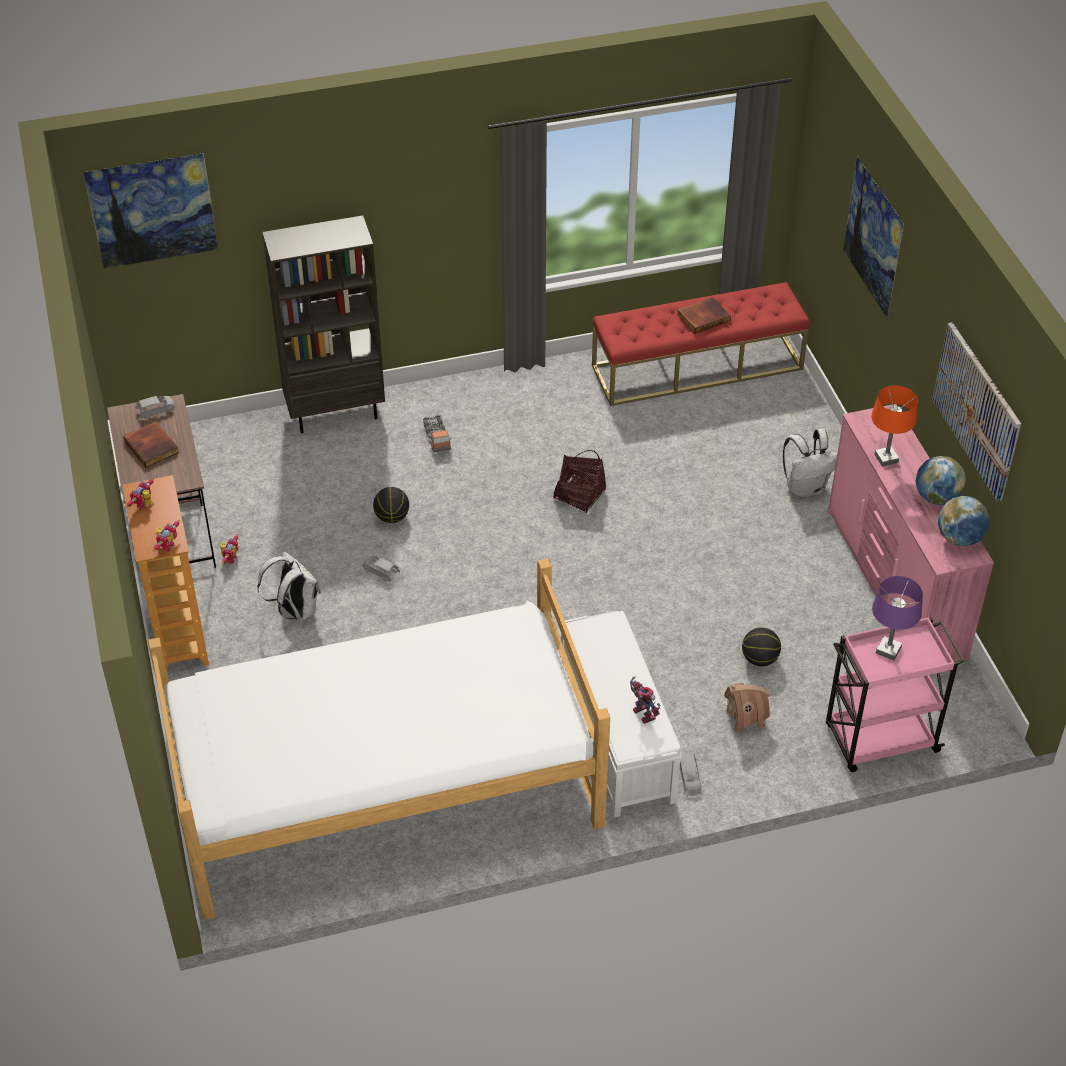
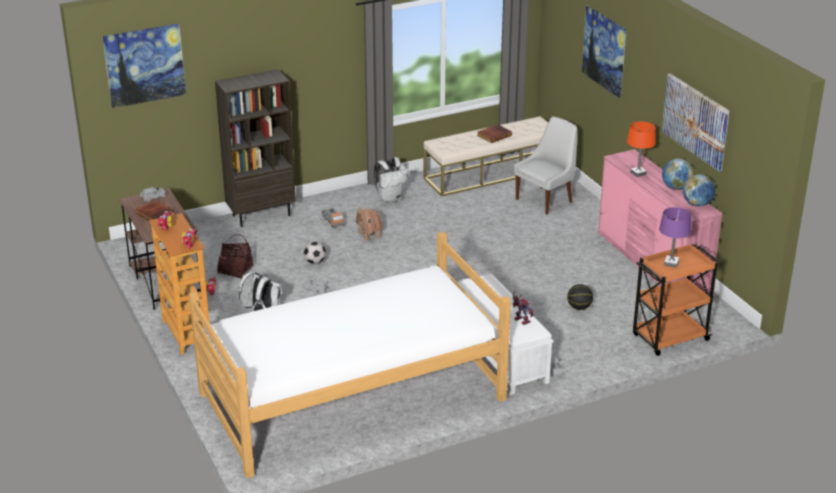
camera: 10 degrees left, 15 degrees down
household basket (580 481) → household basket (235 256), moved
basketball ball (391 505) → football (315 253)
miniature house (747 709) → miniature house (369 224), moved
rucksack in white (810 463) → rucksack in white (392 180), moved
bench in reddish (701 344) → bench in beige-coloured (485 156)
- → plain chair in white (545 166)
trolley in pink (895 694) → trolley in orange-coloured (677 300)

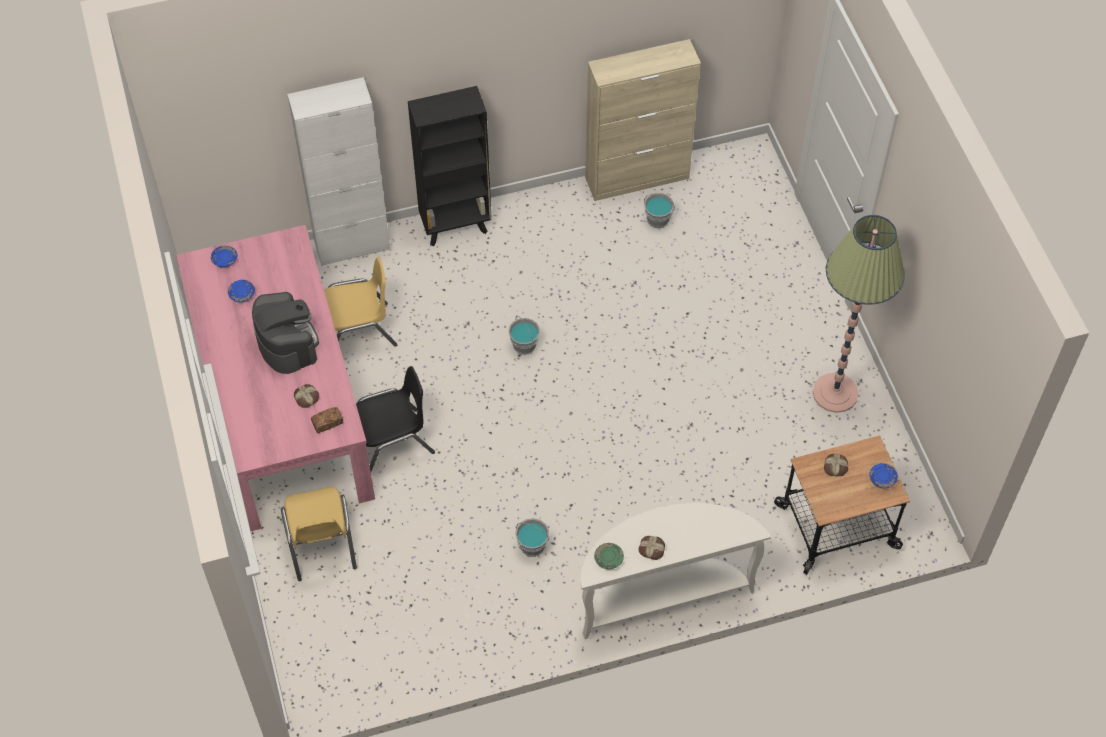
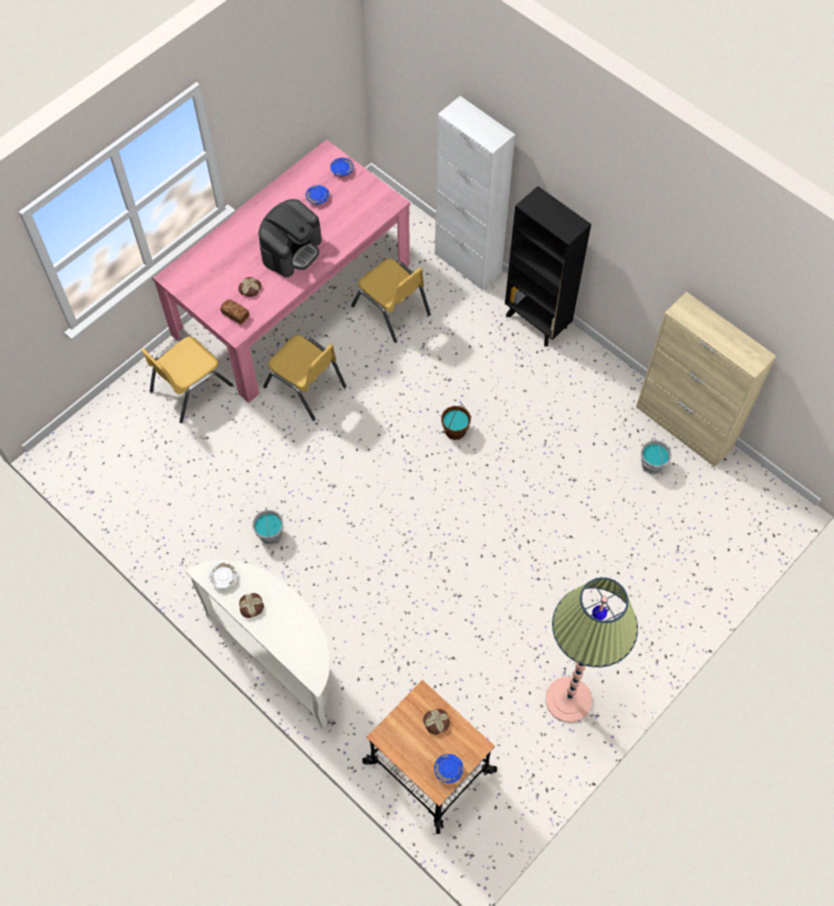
camera: 60 degrees right, 5 degrees up
dinner plate in green-coloured (609 556) → dinner plate in white (223 576)
plain chair in black-coloured (395 418) → plain chair in yellow-coloured (305 378)
bucket in greyish (524 335) → bucket in brown-coloured (456 422)

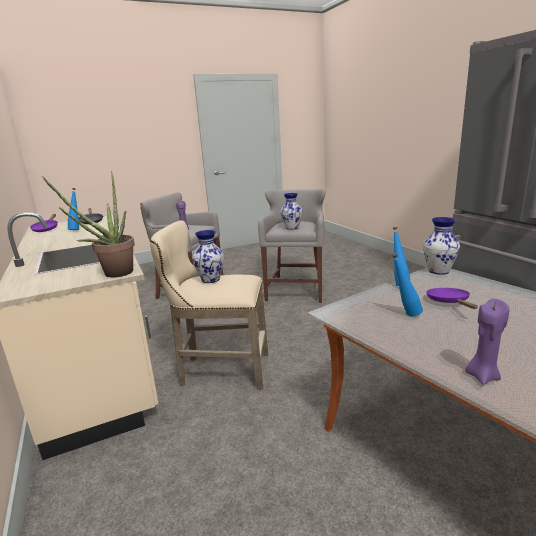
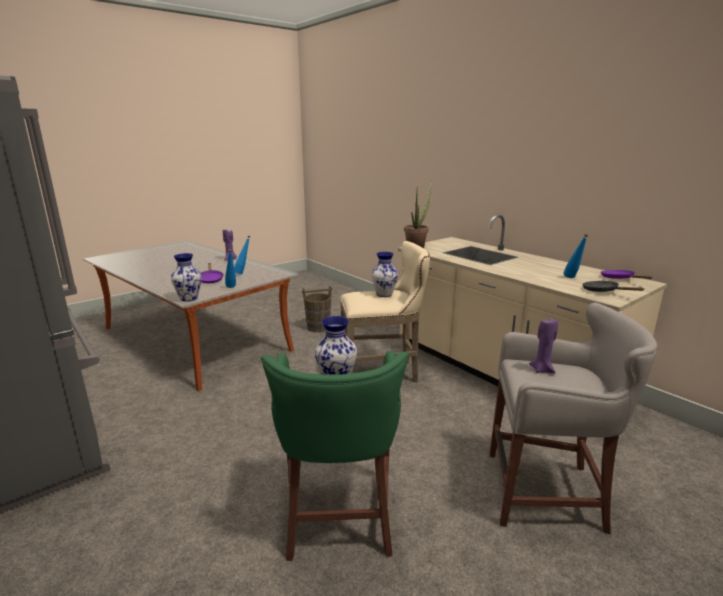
camera: 165 degrees right, 0 degrees up
sitting stool in greyish (292 245) → sitting stool in green-coloured (335 456)
- → bucket in brown-coloured (317 308)

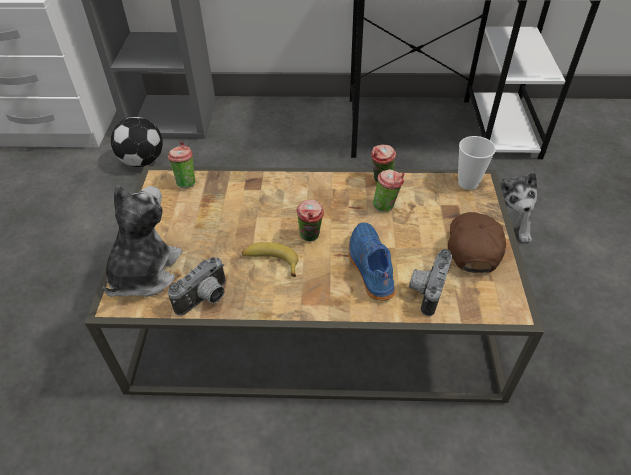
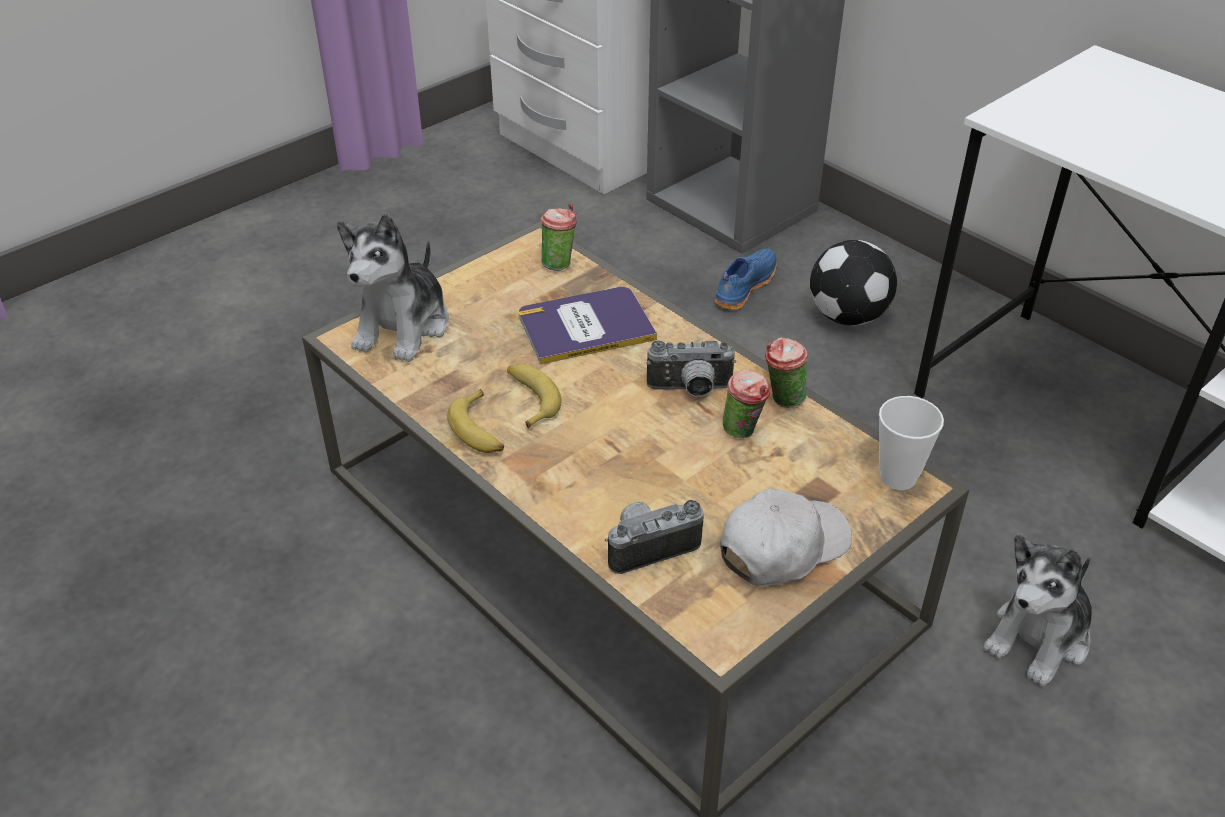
camera: 45 degrees right, 5 degrees down
cuddly toy (143 241) → cuddly toy (393 288), 135 degrees clockwise
- → banana fruit (475 421)
- → volume (588 325)
still camera (197 286) → still camera (691 369), moved
item of footwear in blue-coloured (372 262) → item of footwear in blue-coloured (745 279), moved
cap in brown-coloured (477 242) → cap in white (786 537)
football (137 142) → football (853 283), moved
cup (310 221) → -

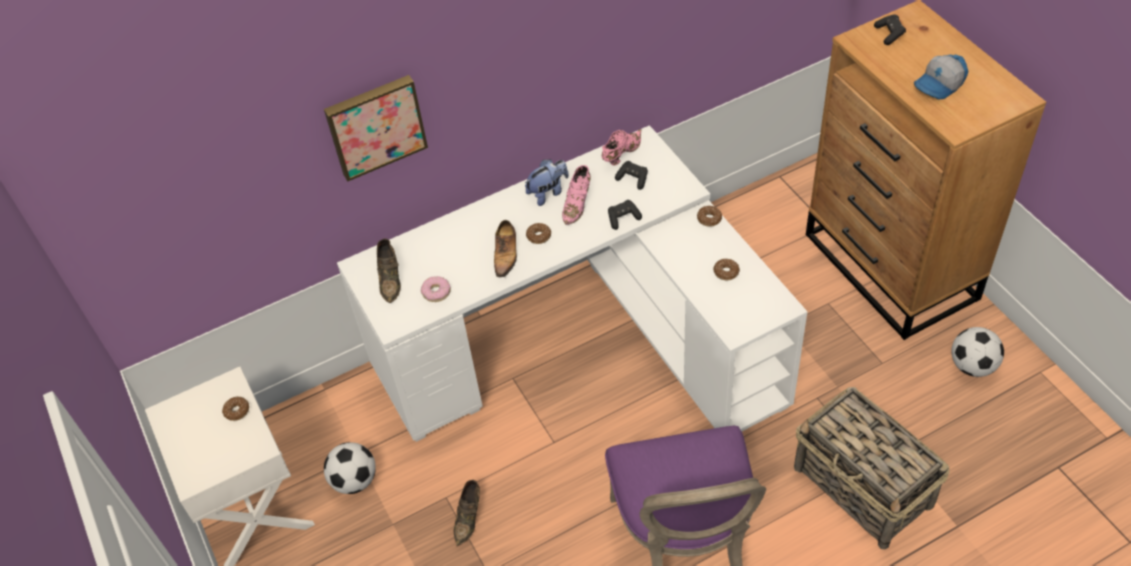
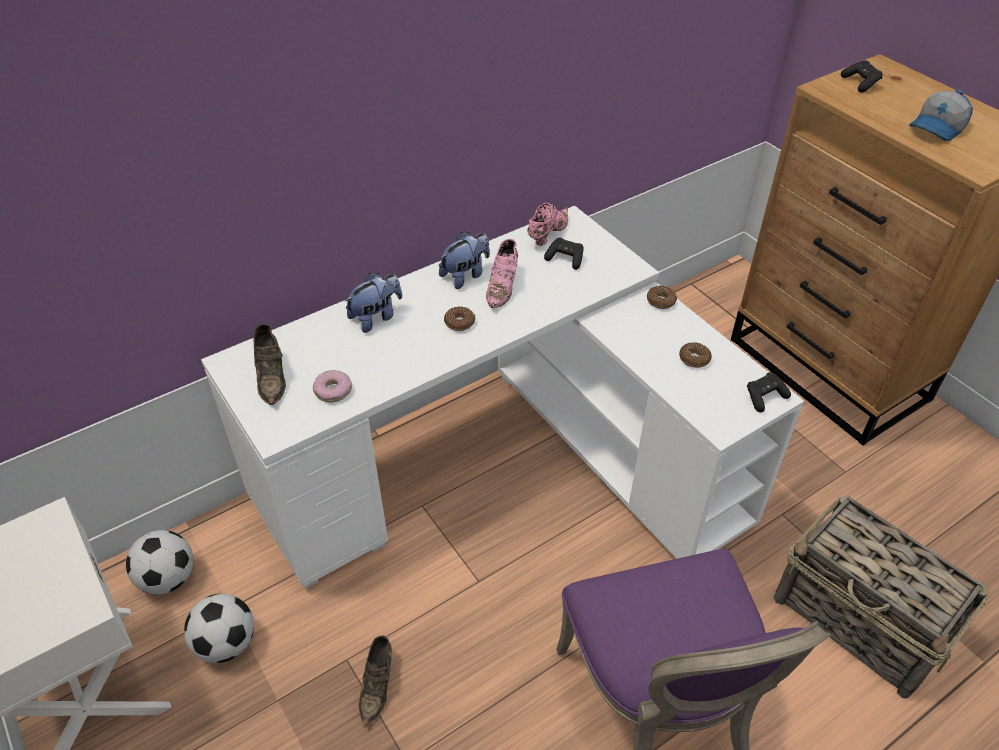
camera: 10 degrees left, 5 degrees down
football (977 352) → football (159 562), moved
- → cuddly toy (373 303)
joypad in black-coloured (625 215) → joypad in black-coloured (769 392), moved
donut (235 408) → -
wall picture (376 128) → -
item of footwear (505 248) → -

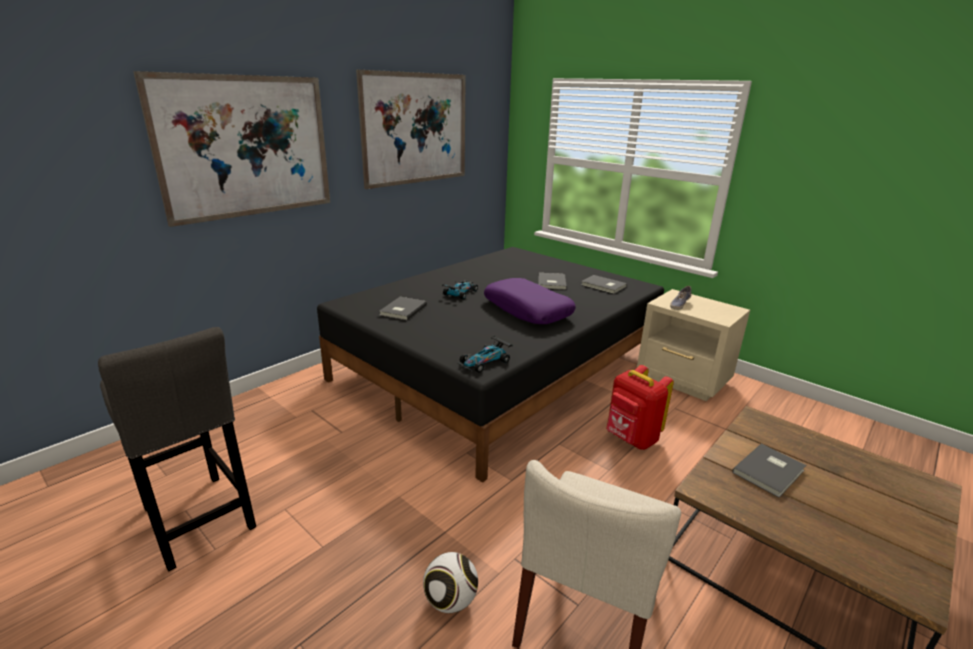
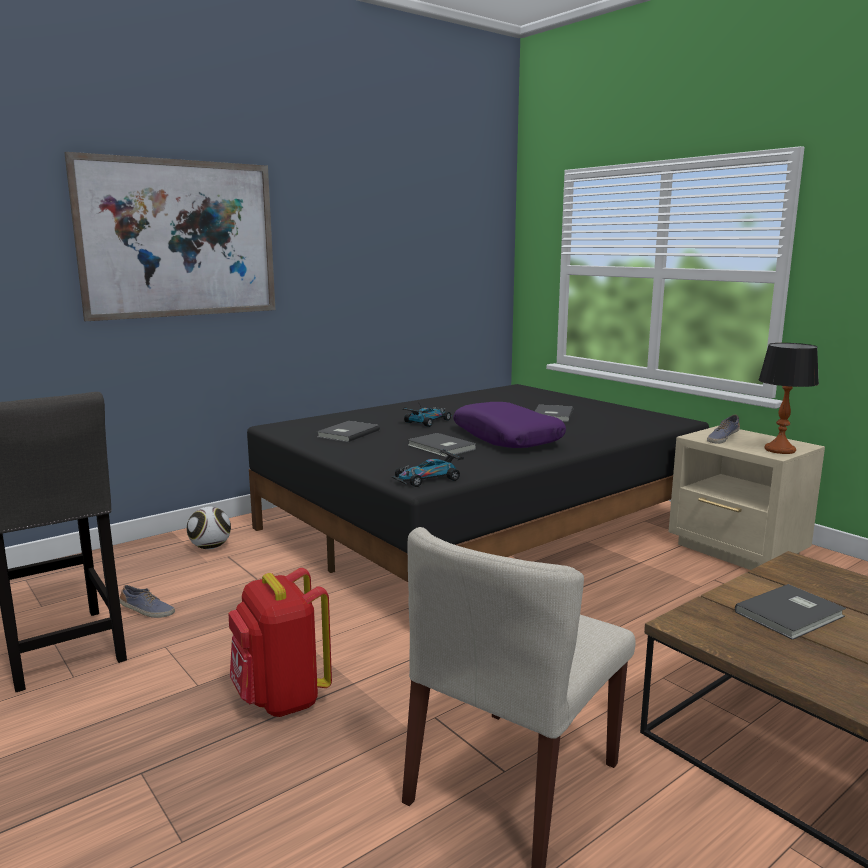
camera: 10 degrees right, 10 degrees down
- → item of footwear (147 601)
football (450 582) → football (209 528), moved
rucksack in reddish (640 407) → rucksack in reddish (280 642), moved
volume in greyish (604 284) → volume in greyish (442 445), moved
- → tabletop lamp (789 398)
wall picture (411 129) → -

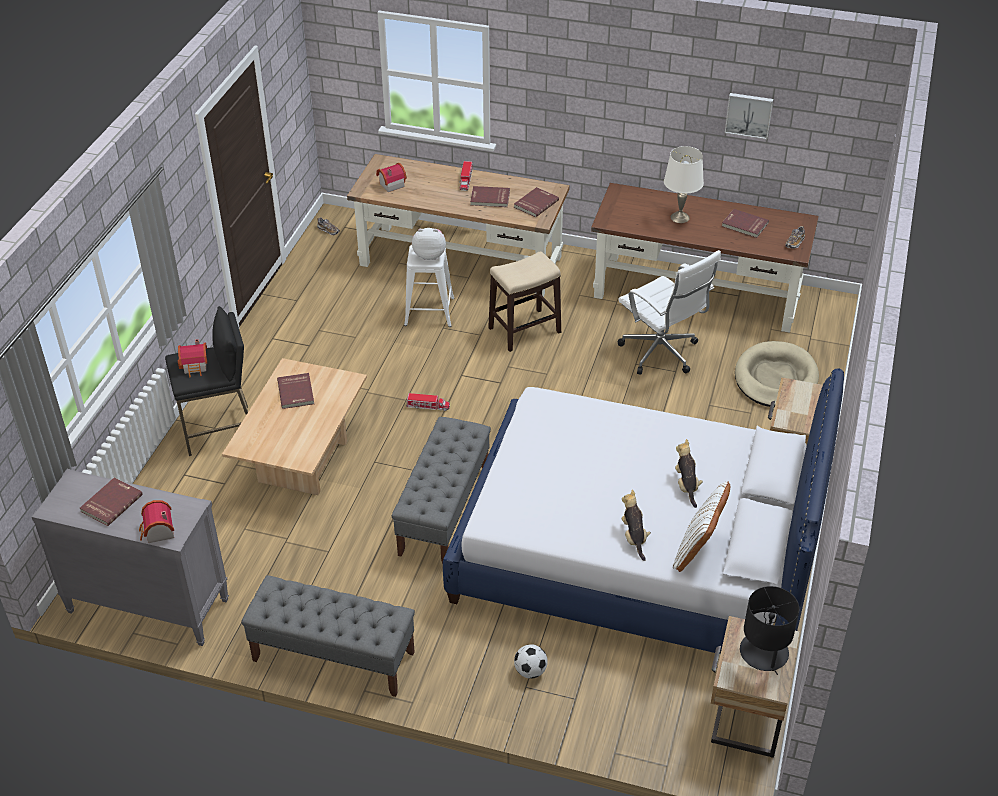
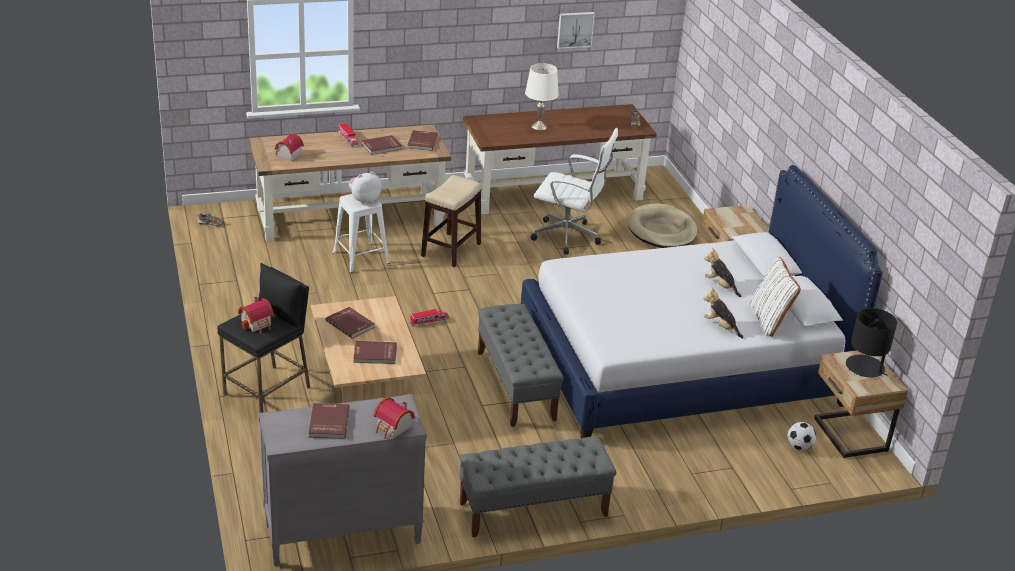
camera: 35 degrees left, 10 degrees down
volume in reddish (745 223) → volume in reddish (375 352), moved
football (531 661) → football (801 436), moved

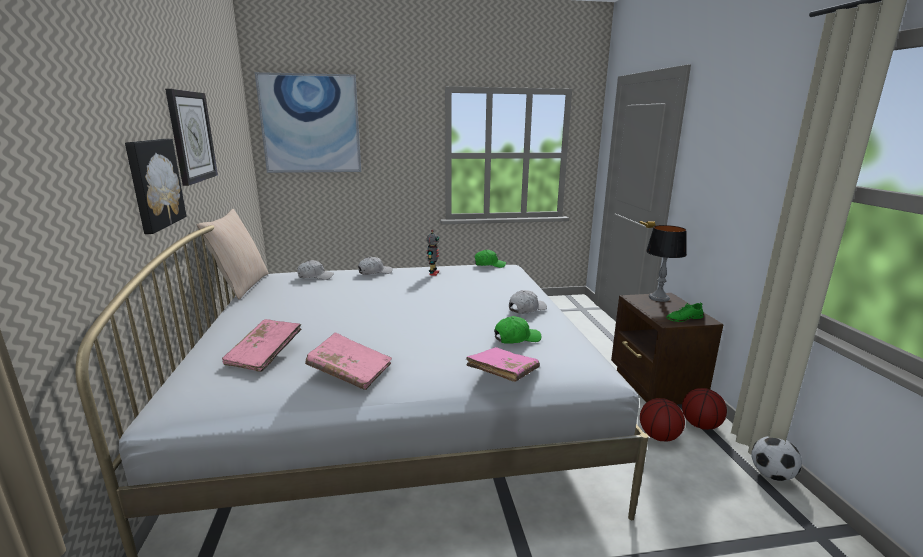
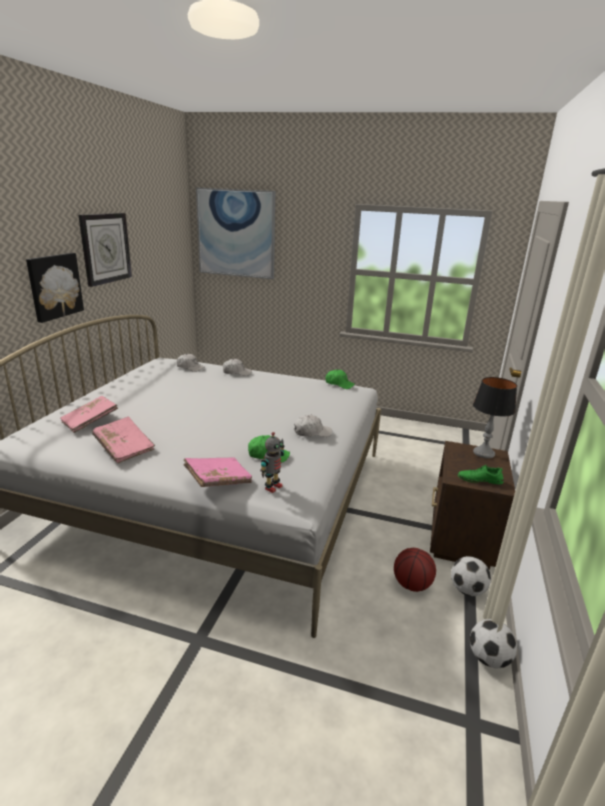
camera: 25 degrees right, 5 degrees up
toy robot (432 253) → toy robot (272 462), moved
basketball ball (704 409) → football (471 576)
cushion in beige-coloured (232 254) → -

